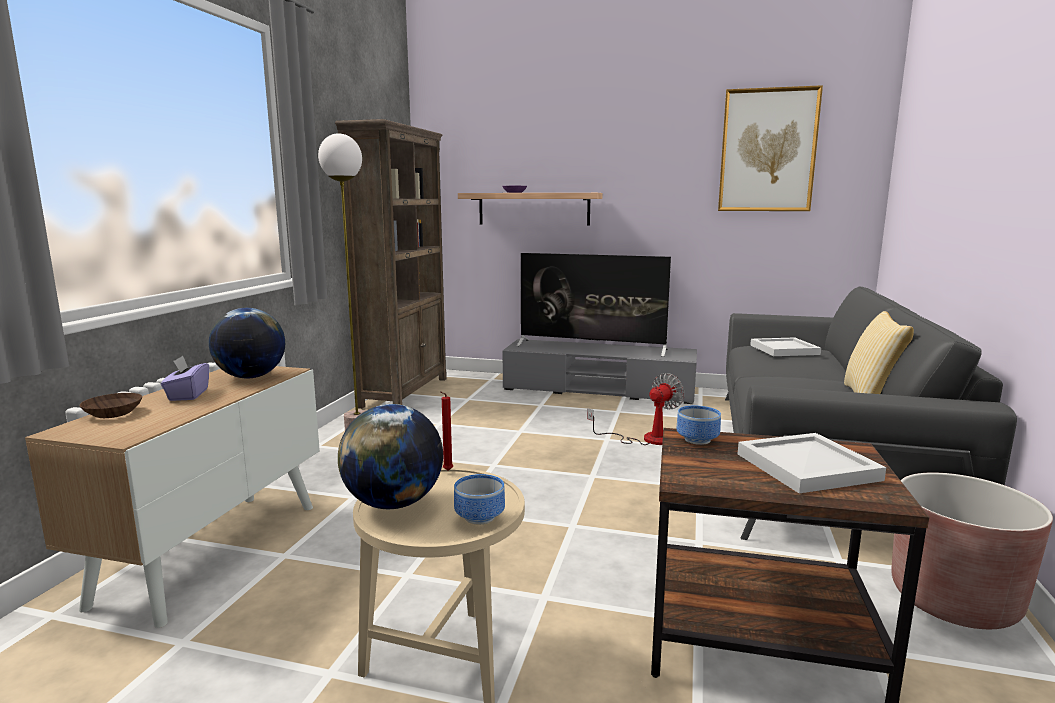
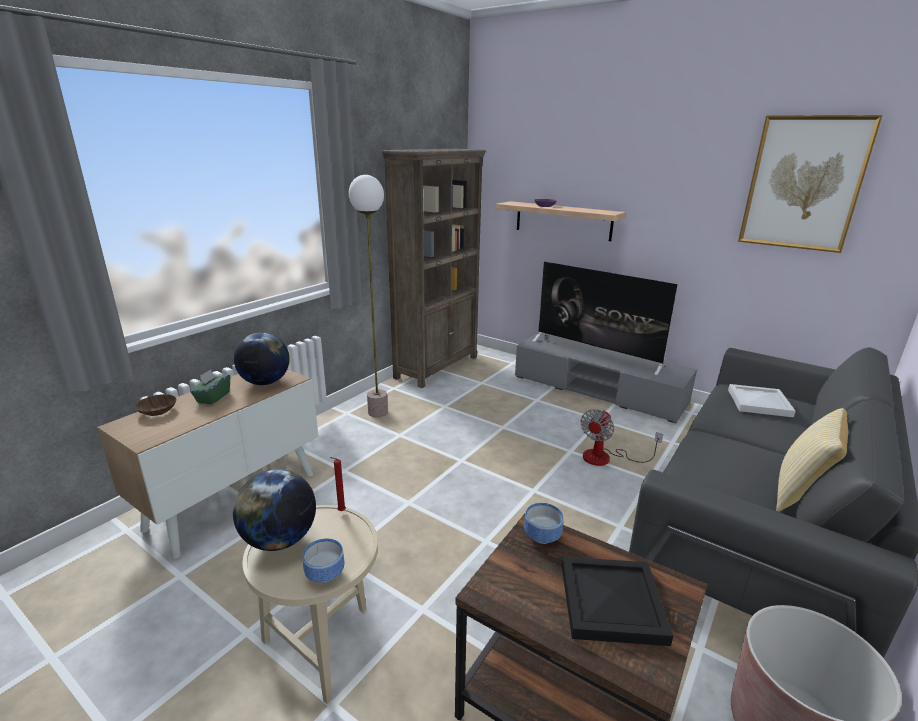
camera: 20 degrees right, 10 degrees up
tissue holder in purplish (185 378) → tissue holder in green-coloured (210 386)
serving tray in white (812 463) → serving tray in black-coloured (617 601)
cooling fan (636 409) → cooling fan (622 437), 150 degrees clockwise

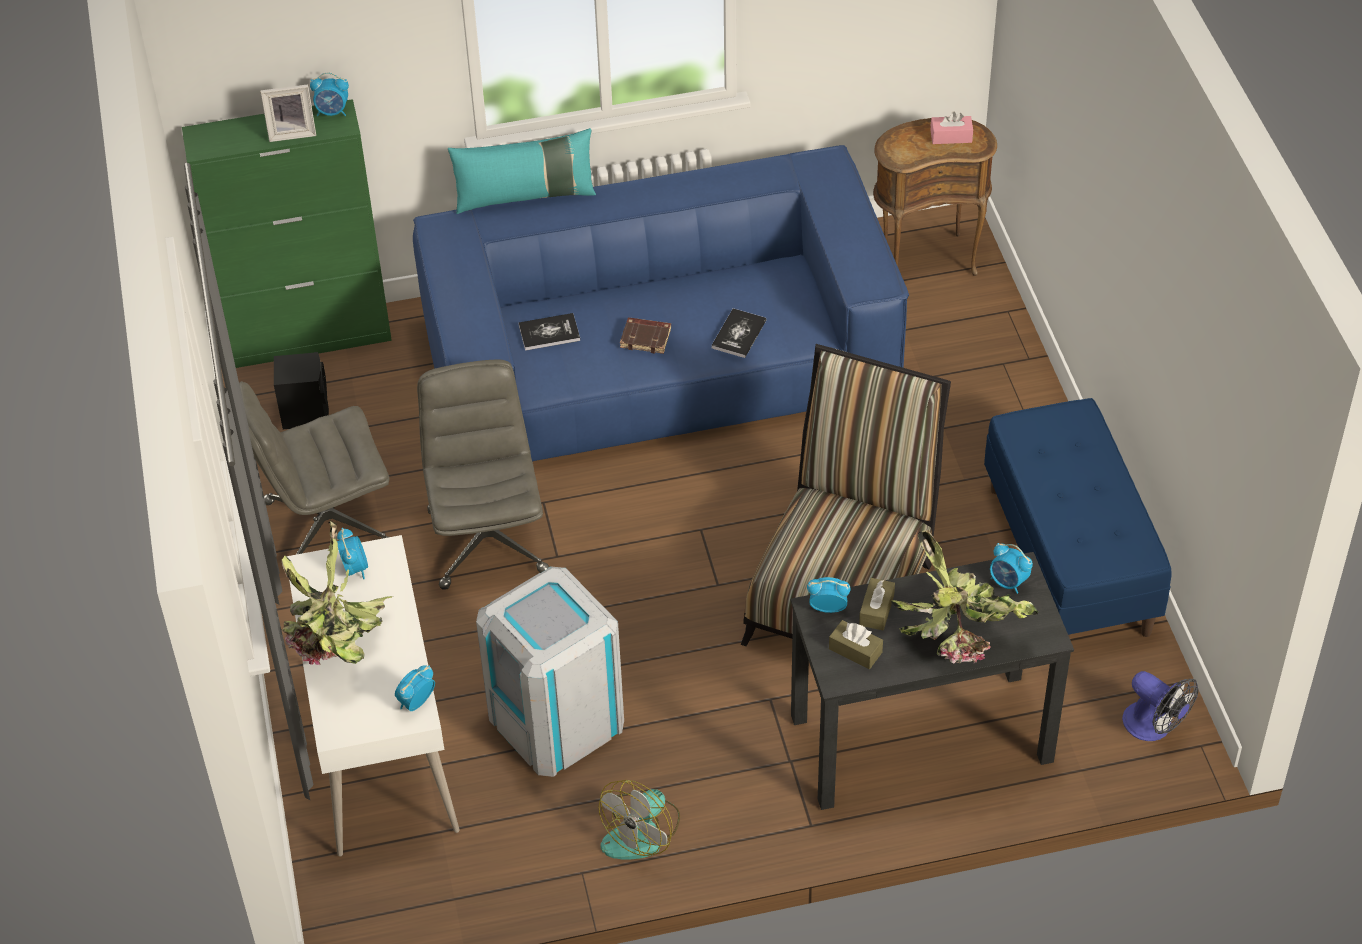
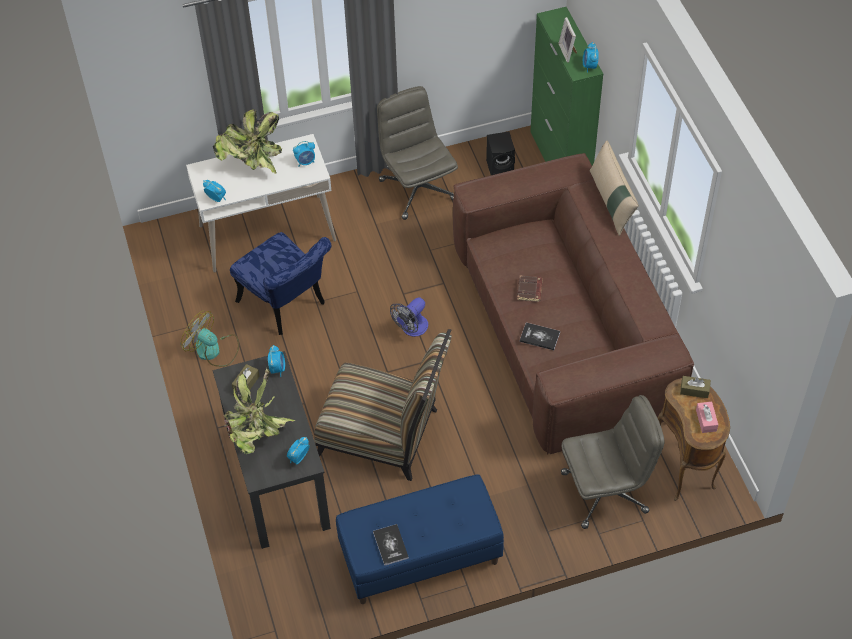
camera: 85 degrees right, 5 degrees up
trash can in greyish (550 671) → plain chair in blue-coloured (280 283)
volume (549 332) → volume (391 545), moved
cooling fan (1160 706) → cooling fan (409 317), moved
couch in blue-coloured (661 303) → couch in brown-coloured (573 304)
desk chair in greyish (483 474) → desk chair in greyish (612 462), moved
cushion in blue-green (522 171) → cushion in beige-coloured (614 188)
tissue holder in brown-coloured (877 604) → tissue holder in brown-coloured (695 387), moved

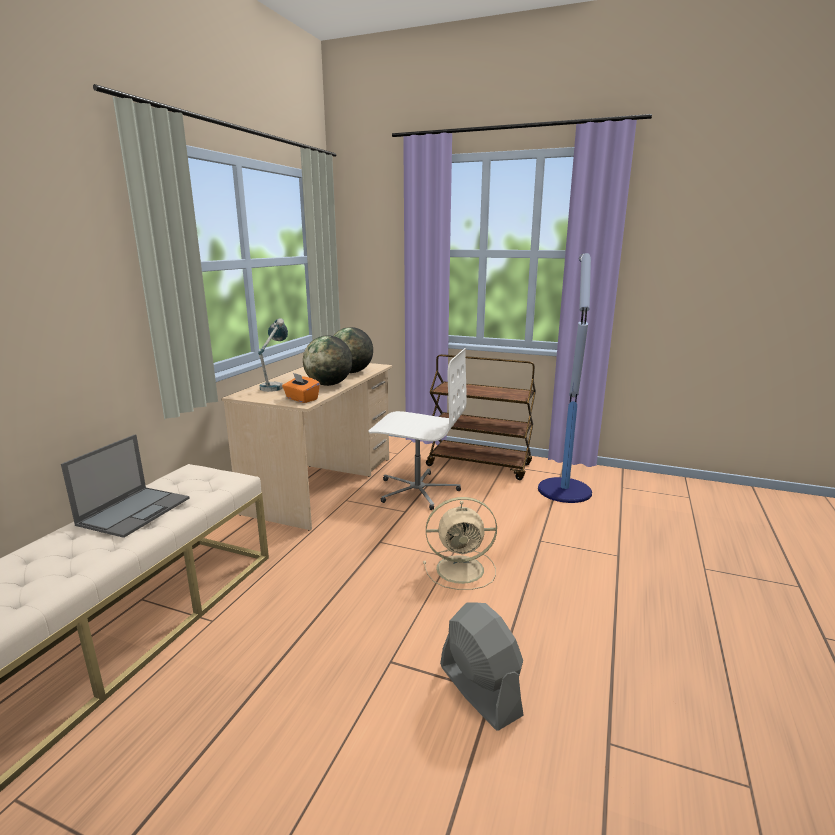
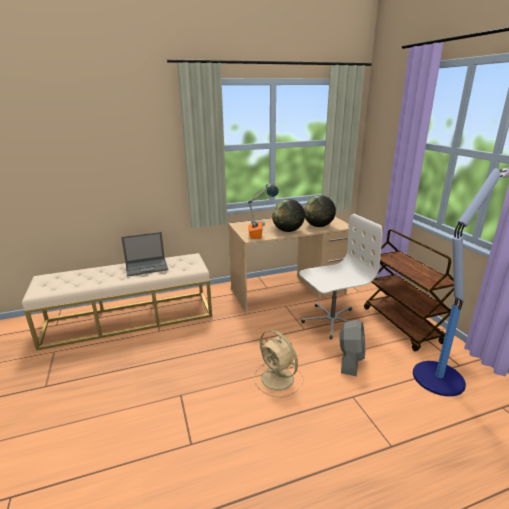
camera: 50 degrees right, 5 degrees up
desk chair in white (418 429) → desk chair in white (340 276), 90 degrees counterclockwise
cooling fan in greyish (482 666) → cooling fan in greyish (352 348), moved

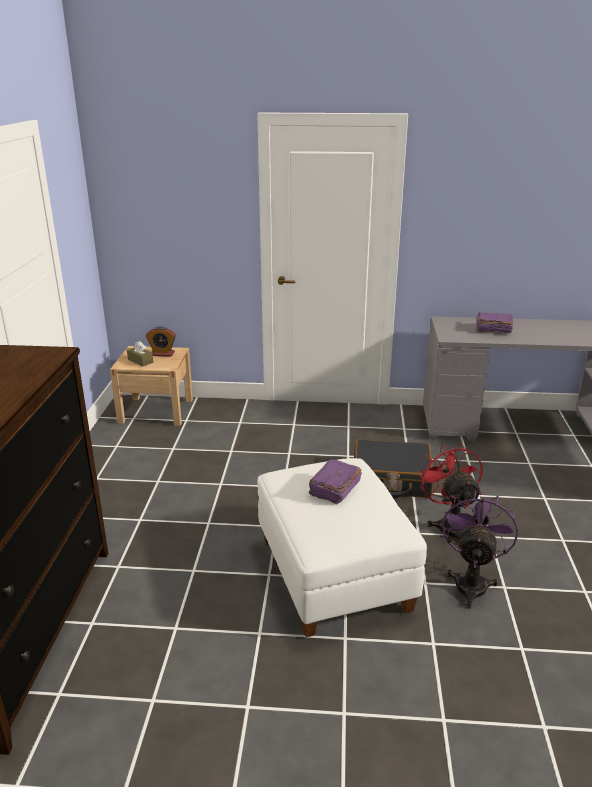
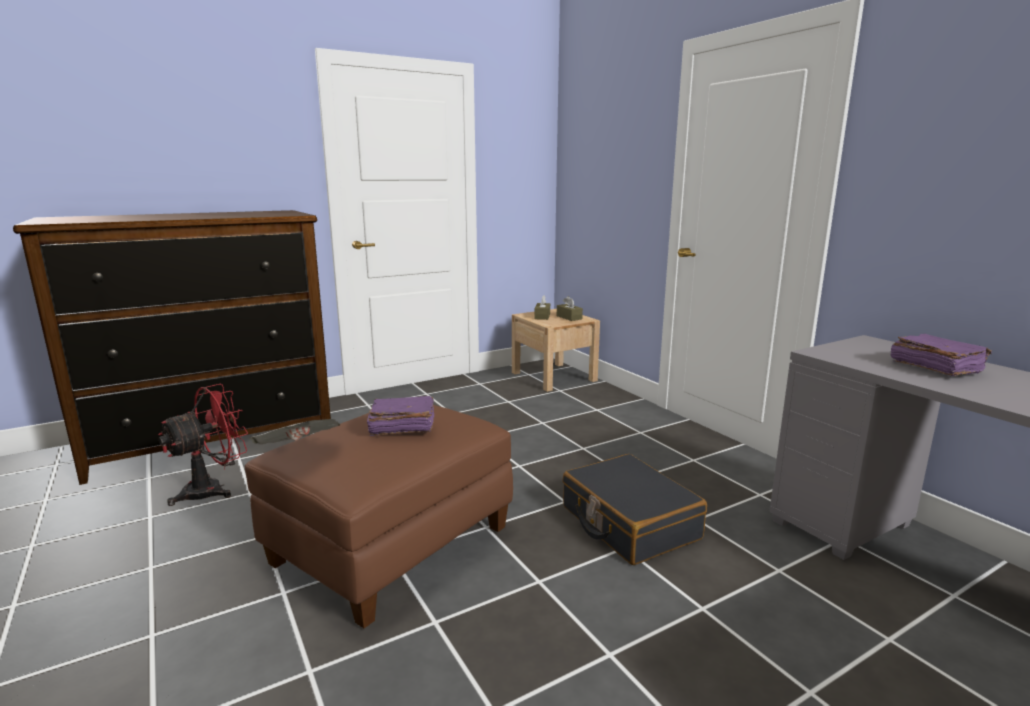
camera: 55 degrees right, 10 degrees down
cooling fan in reddish (450 492) → cooling fan in reddish (203 445), moved
footrest in white (342 547) → footrest in brown-coloured (379 516)
- → daily paper (295 431)
bedside clock (161 342) → tissue holder in brown-coloured (570 308)
cooling fan in purplish (480 550) → -

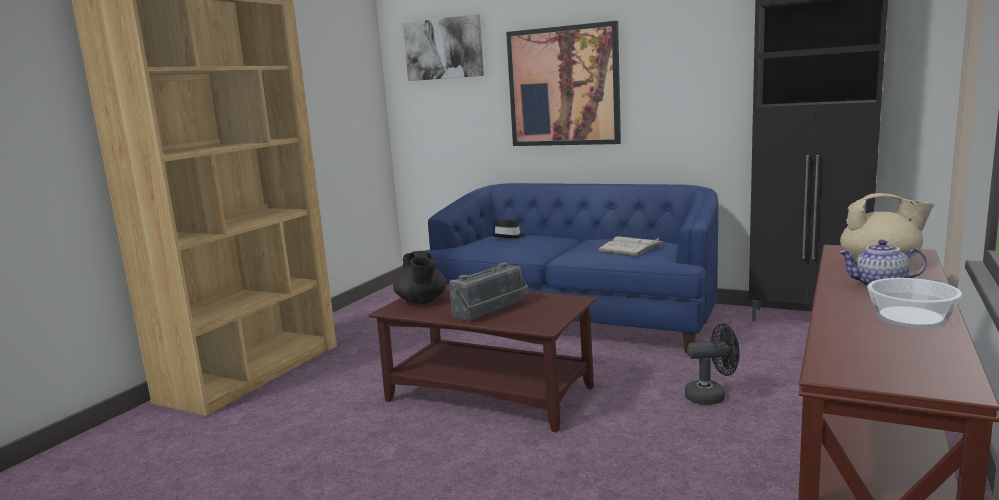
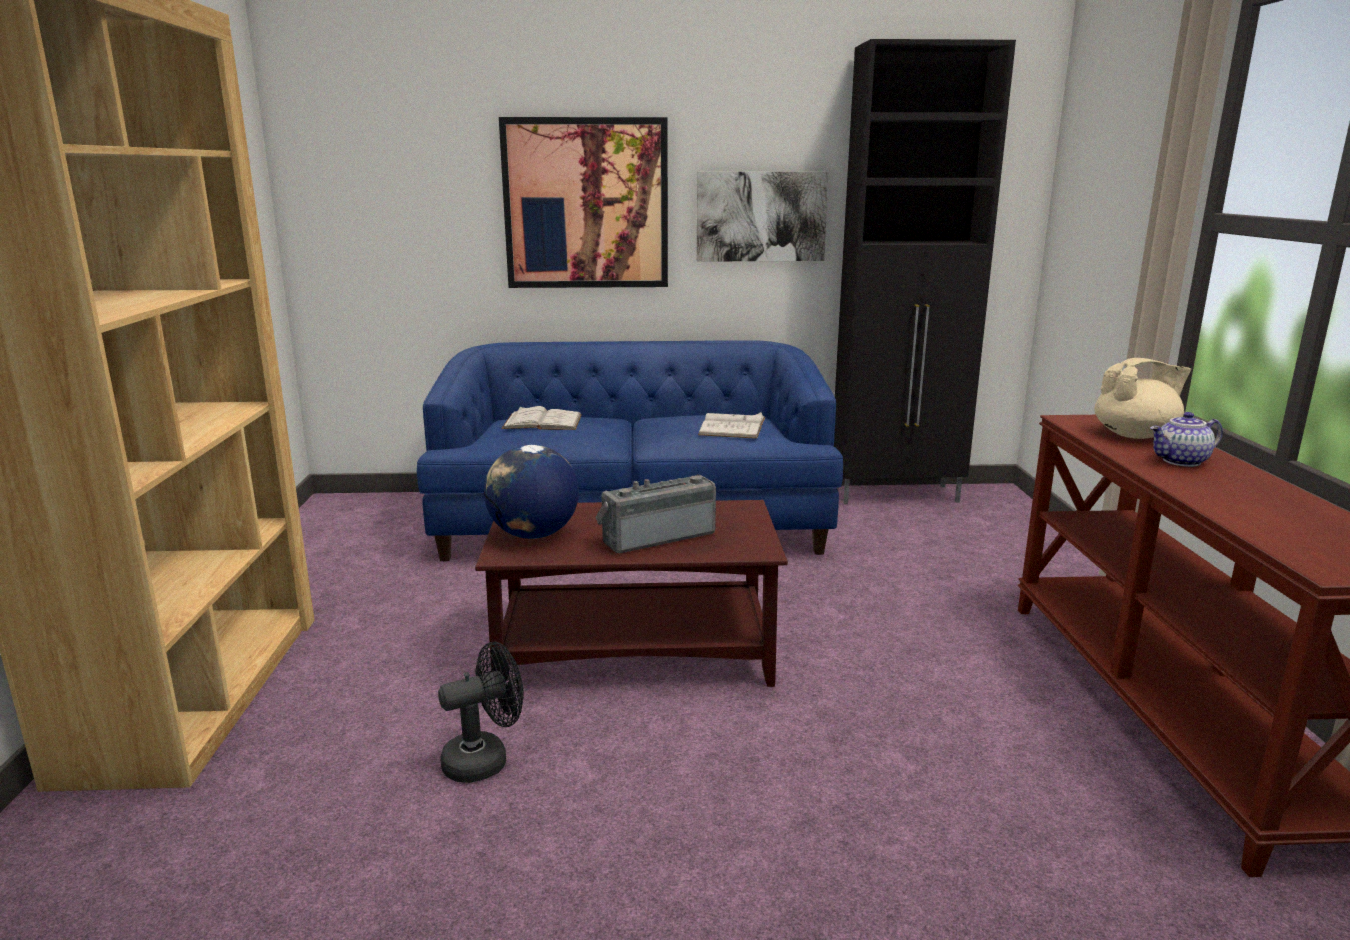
camera: 30 degrees left, 5 degrees up
cooling fan in black-coloured (712 364) → cooling fan in black-coloured (481 712), moved
pot for tea in black-coloured (419 277) → world globe (531 492)
clothing hat in black-coloured (508 228) → volume in white (541 418)
radio set (488 292) → radio set (656 513), 135 degrees counterclockwise
wall picture (443 47) → wall picture (763 217), moved
bowl (914 303) → -

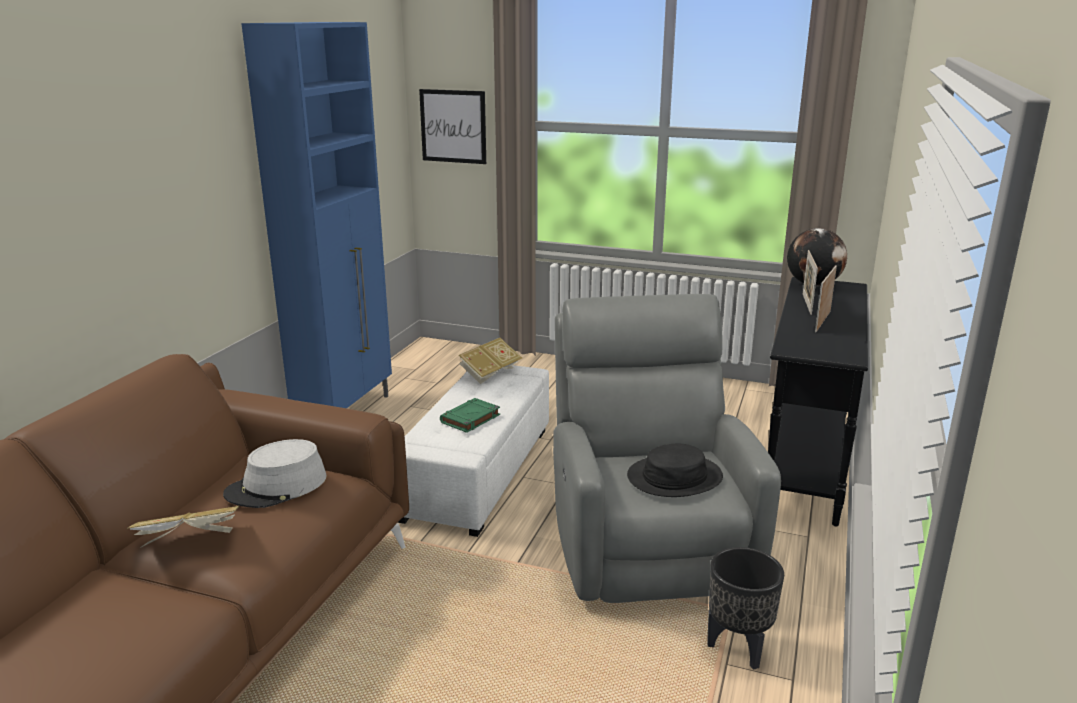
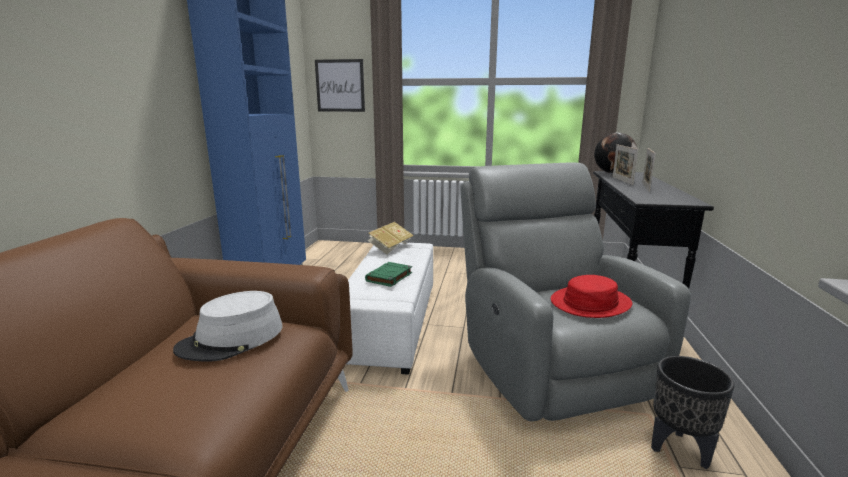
camera: 10 degrees left, 5 degrees down
clothing hat in black-coloured (675 470) → clothing hat in reddish (591 296)
volume (183 527) → -

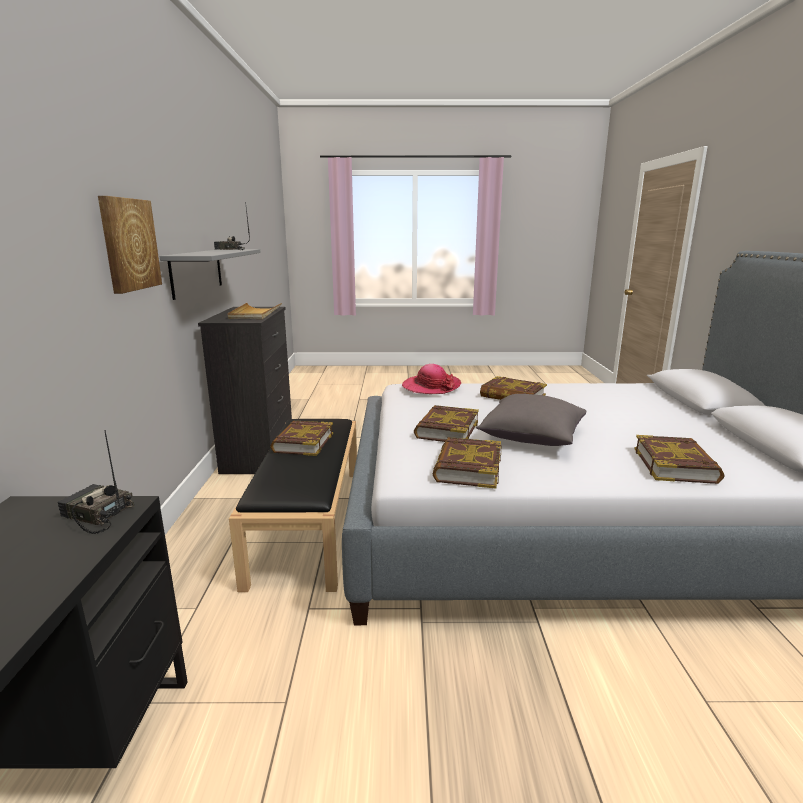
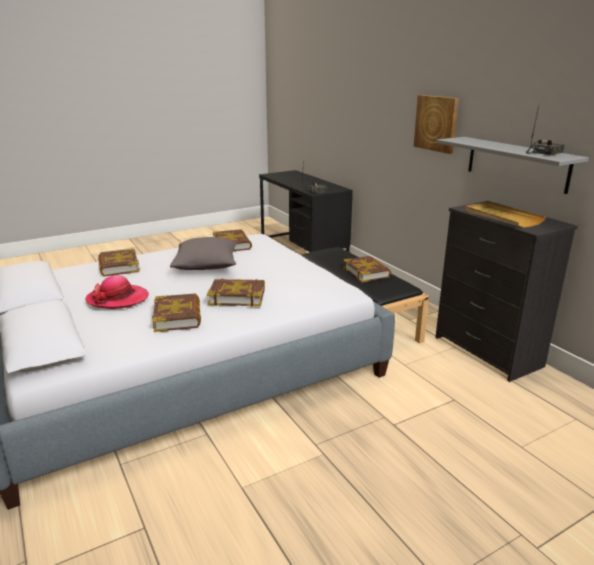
camera: 150 degrees right, 5 degrees up
clothing hat (431 379) → clothing hat (117 292), moved
volume (446 423) → volume (176 313), moved

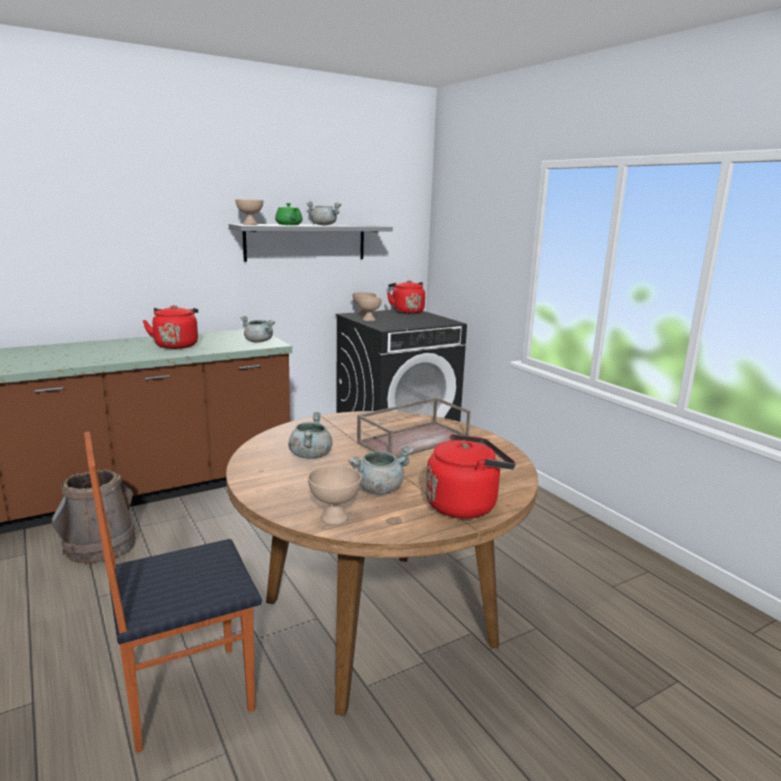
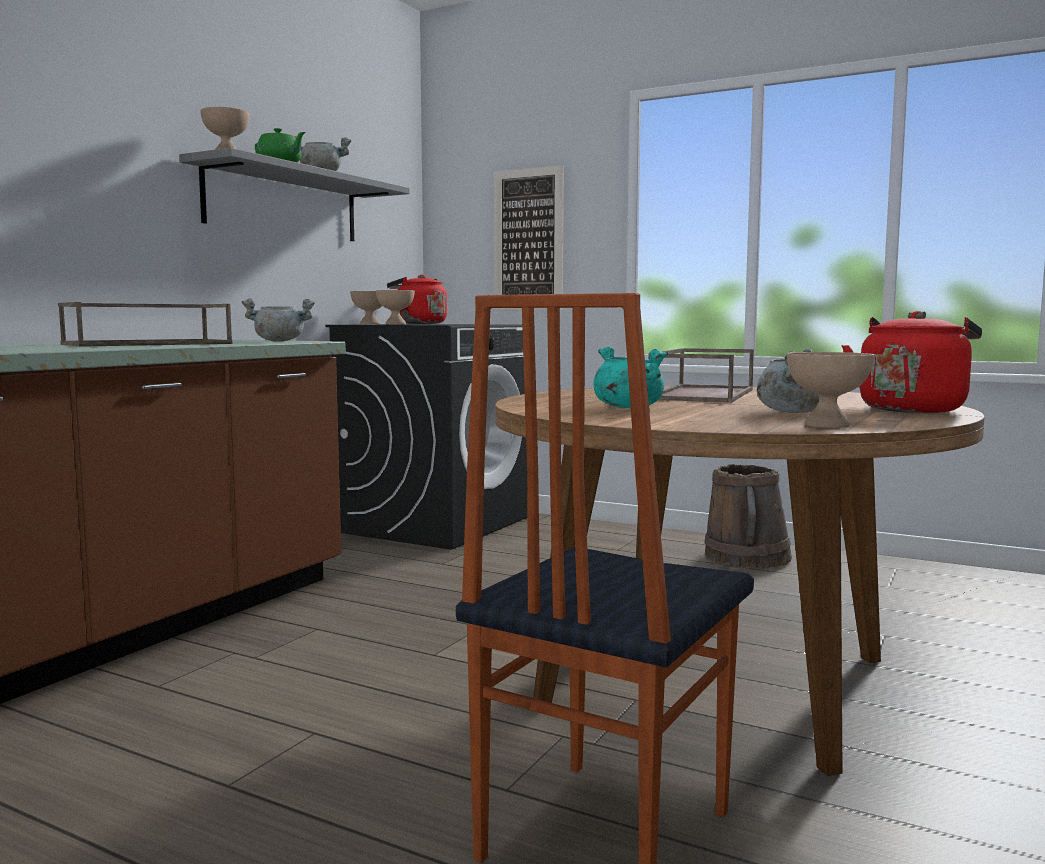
camera: 30 degrees left, 10 degrees down
tea kettle in reddish (170 327) → serving tray in brown-coloured (145 324)
- → wall picture (529 237)
cooking pot in greyish (310 435) → cooking pot in blue-green (631 377)
bucket in brown-coloured (94 516) → bucket in brown-coloured (748 516), moved

